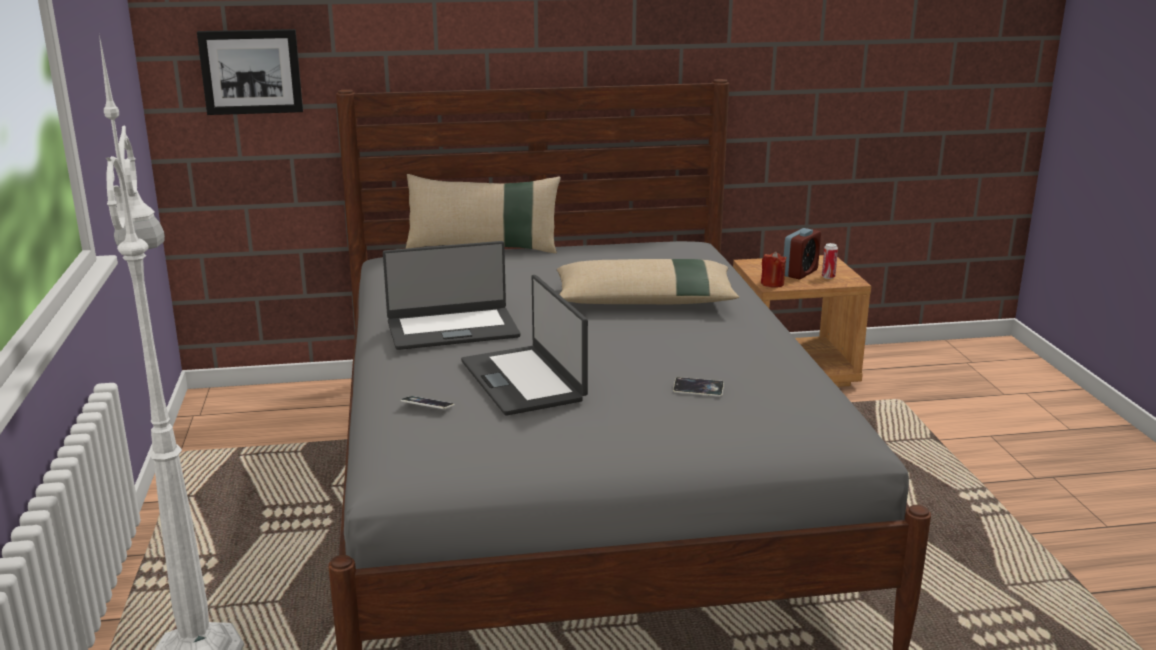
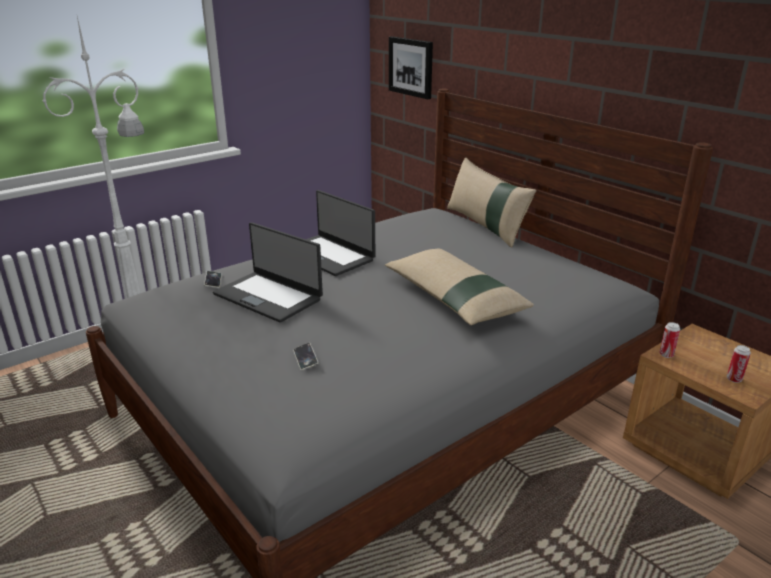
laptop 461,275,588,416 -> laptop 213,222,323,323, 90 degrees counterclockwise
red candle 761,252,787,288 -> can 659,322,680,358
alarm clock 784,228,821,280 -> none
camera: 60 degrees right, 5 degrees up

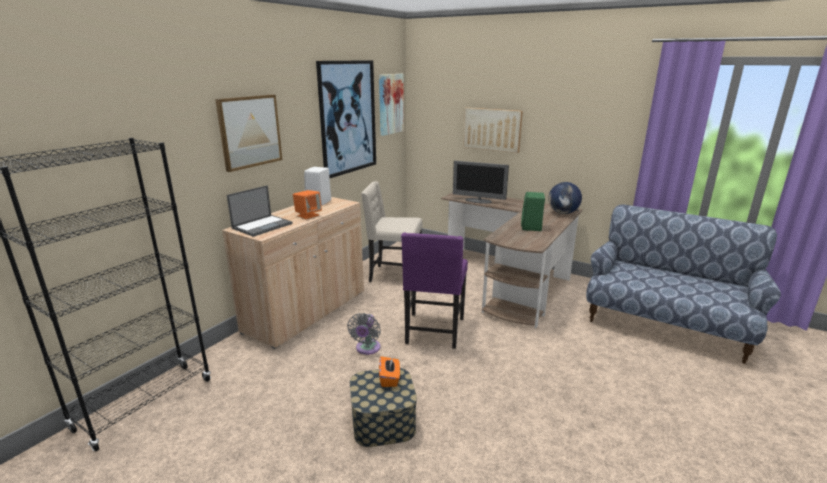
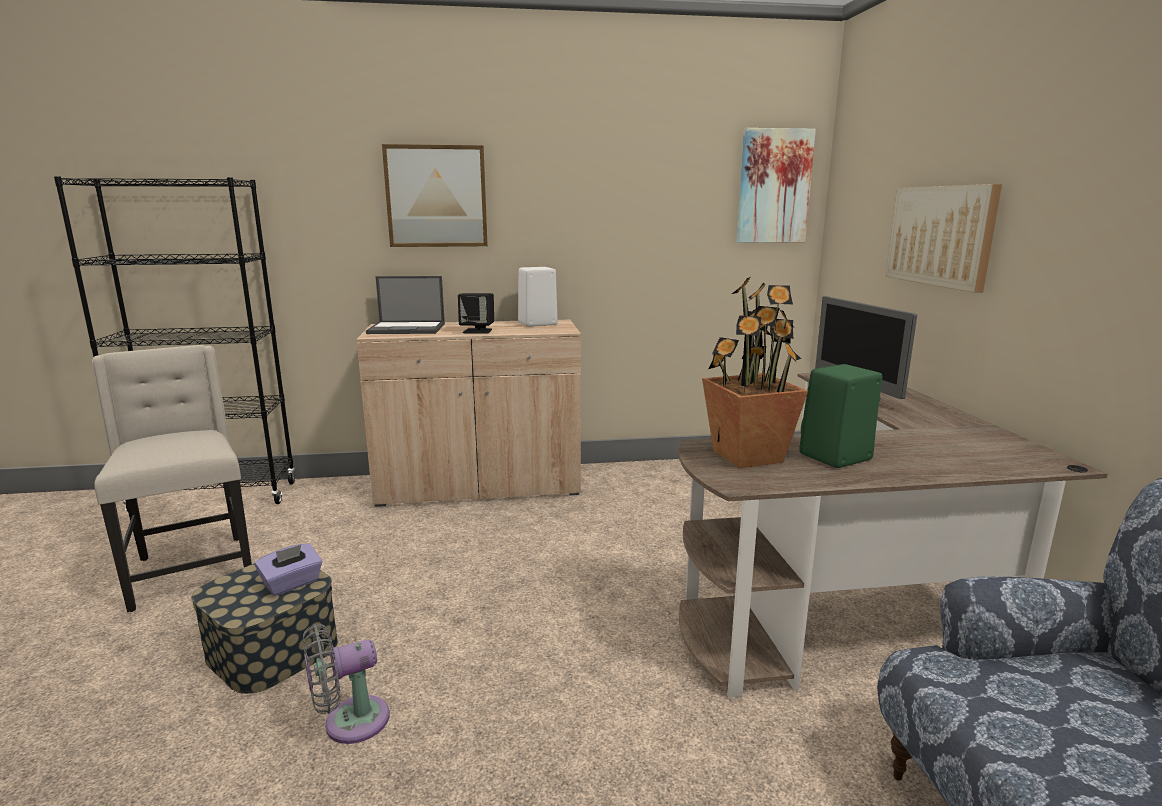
beige chair 361,181,423,282 -> beige chair 92,345,252,612, relocated
orange tissue box 379,356,400,387 -> purple tissue box 255,544,322,596
grey fan 347,313,381,355 -> grey fan 303,624,390,744, relocated
orange speaker 293,190,322,219 -> black speaker 458,293,494,334
none -> potted plant 702,277,808,468
picture 316,60,376,178 -> none
purple chair 401,232,468,349 -> none
globe 548,182,582,214 -> none
camera: 50 degrees right, 5 degrees down

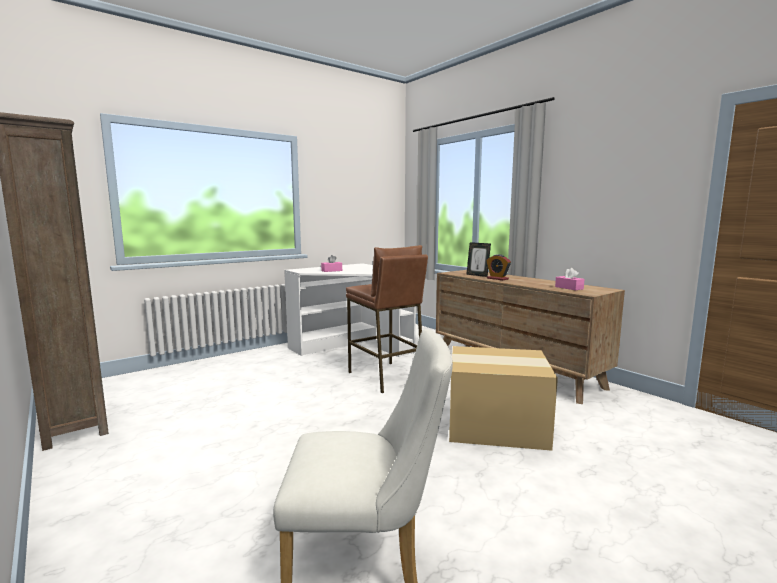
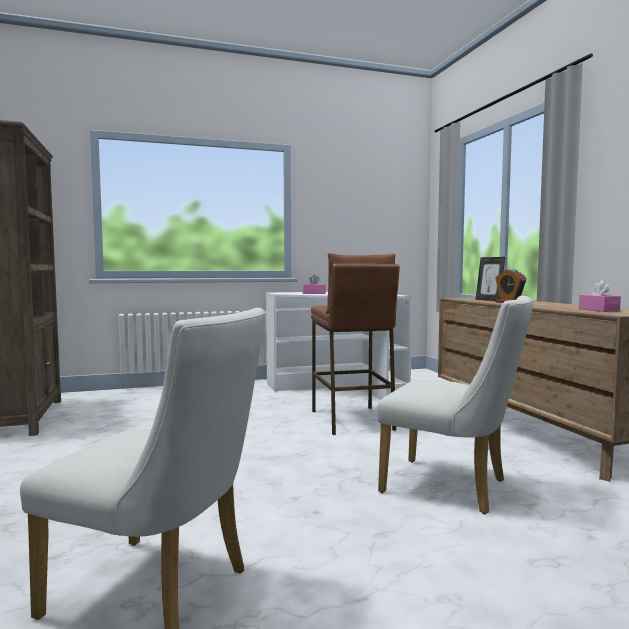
cardboard box 449,346,558,451 -> white chair 377,296,533,514
camera: 20 degrees right, 5 degrees down

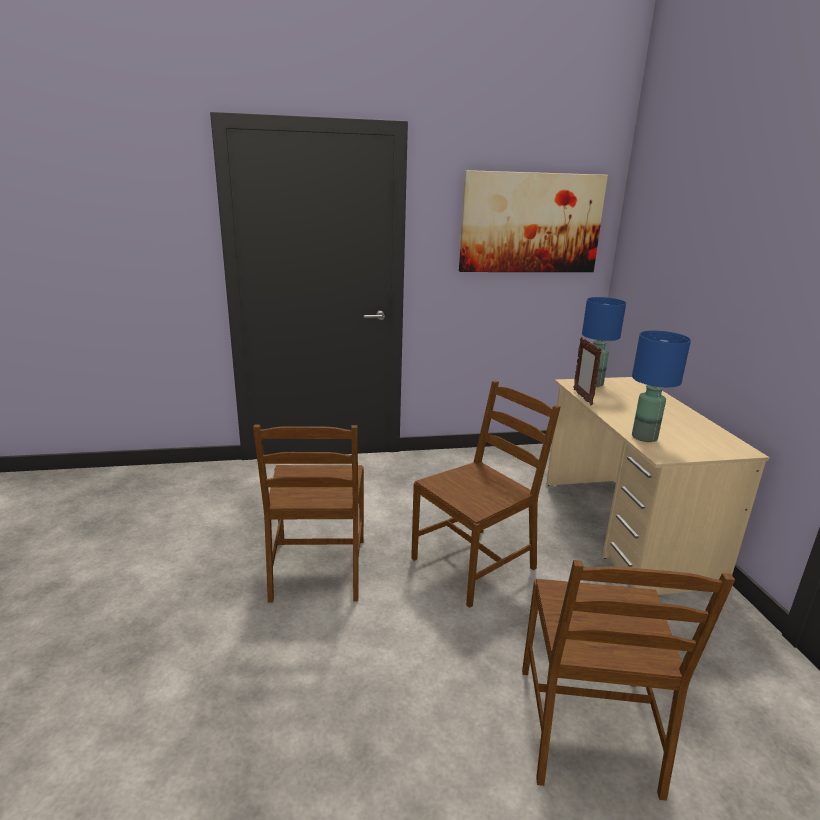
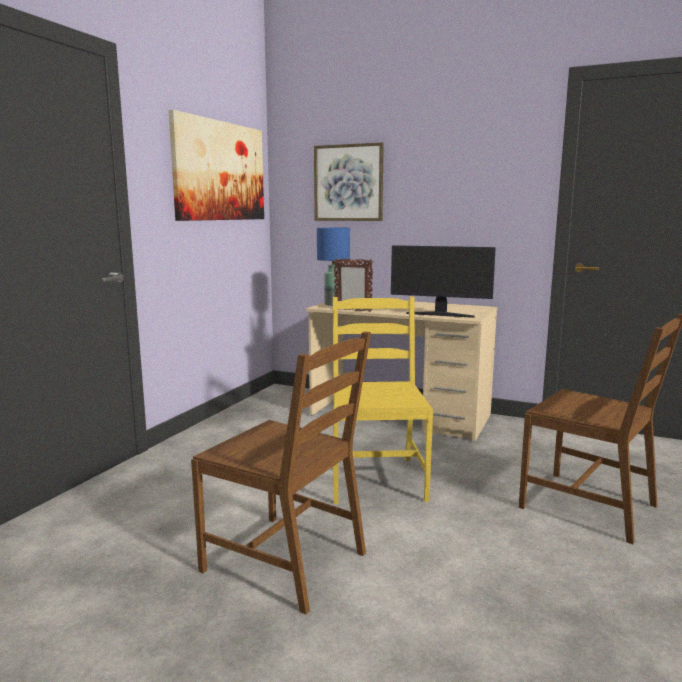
none -> picture 314,142,384,221
brown chair 411,380,561,608 -> yellow chair 333,297,433,504
blue table lamp 632,331,691,442 -> monitor 391,245,496,318
camera: 55 degrees left, 10 degrees down

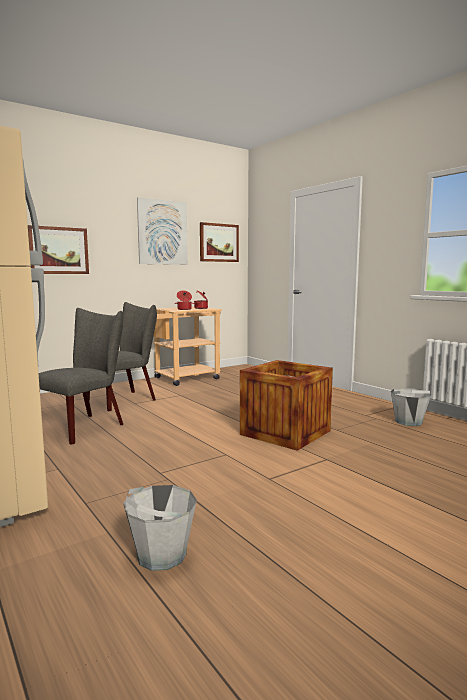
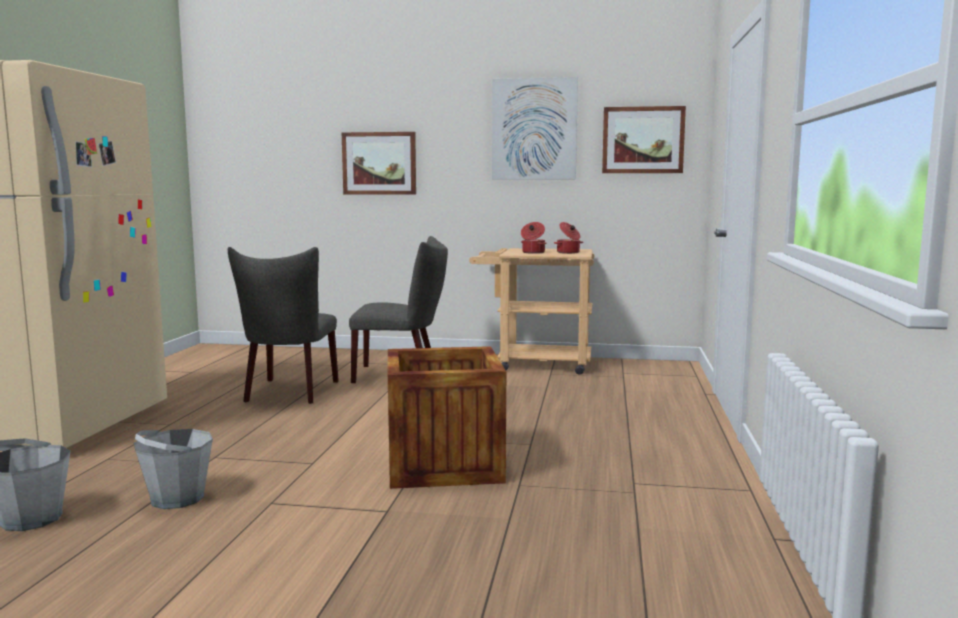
grey bucket 391,388,431,426 -> grey bucket 134,429,213,509, relocated
grey chair 39,308,123,445 -> grey chair 228,247,339,404, 105 degrees clockwise
camera: 45 degrees right, 0 degrees up

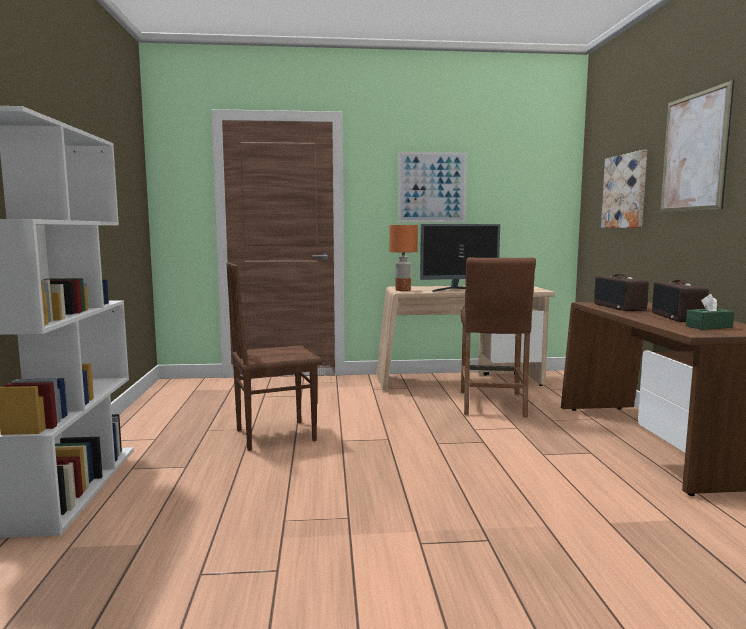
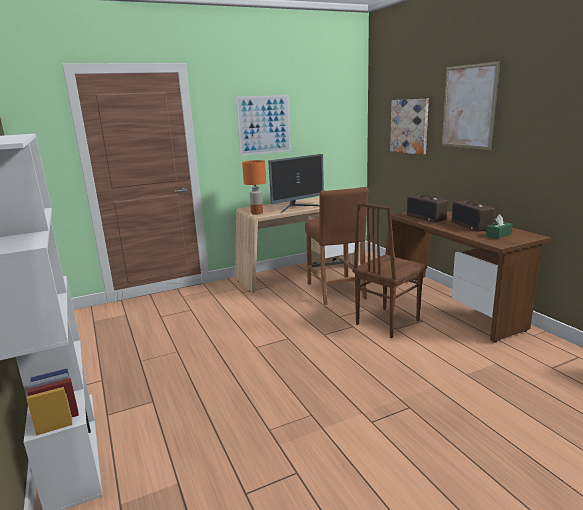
brown chair 226,262,322,451 -> brown chair 352,203,427,338, relocated
camera: 20 degrees left, 10 degrees up

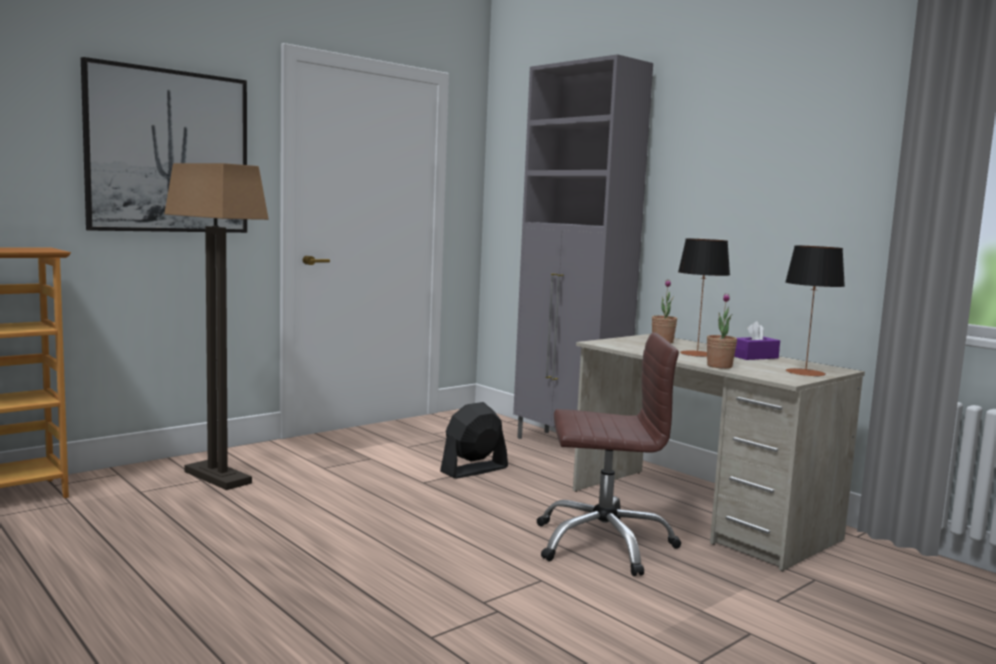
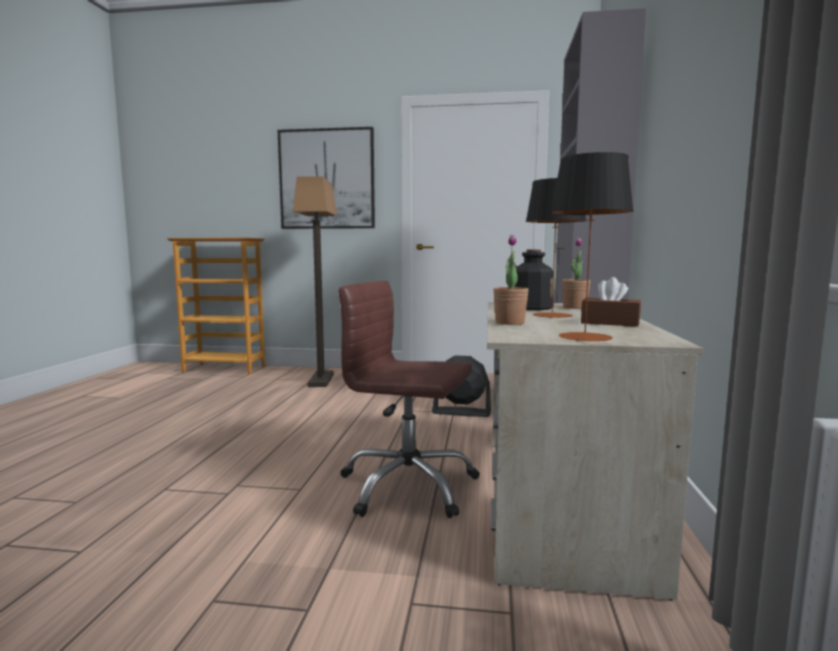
brown office chair 537,333,681,576 -> brown office chair 338,281,480,518, 150 degrees clockwise
none -> bottle 514,250,554,310
purple tissue box 734,321,780,360 -> brown tissue box 581,277,641,327
camera: 50 degrees right, 0 degrees up

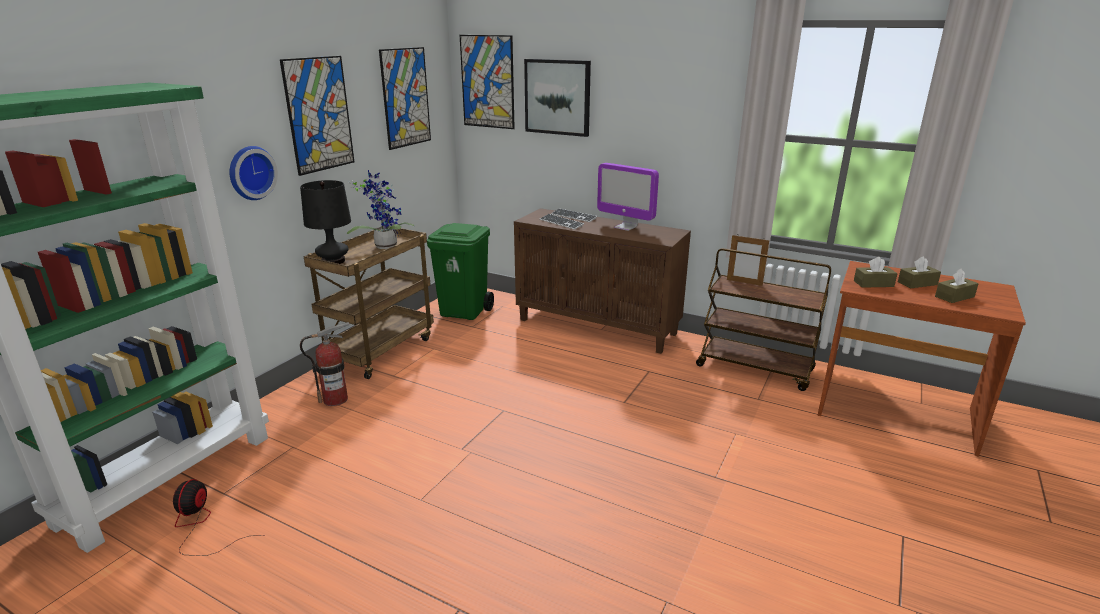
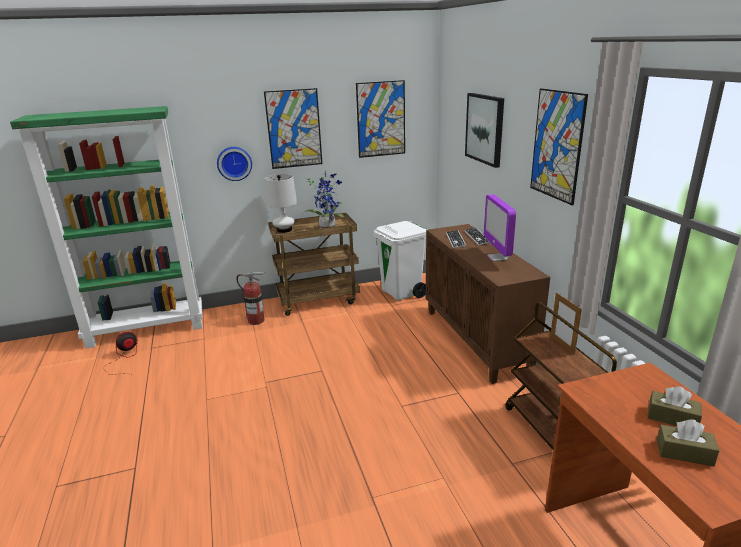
black table lamp 300,180,351,264 -> white table lamp 264,174,297,233
green trash can 427,223,494,320 -> white trash can 373,221,429,301
picture 460,35,515,129 -> picture 530,88,588,205, relocated
brown tissue box 854,257,897,288 -> none
camera: 45 degrees right, 0 degrees up

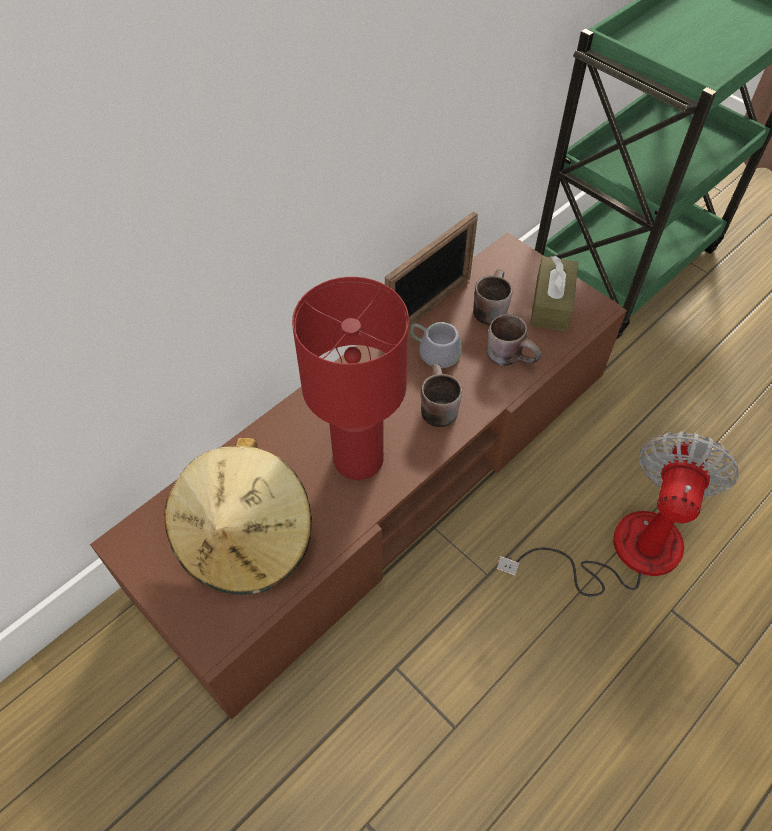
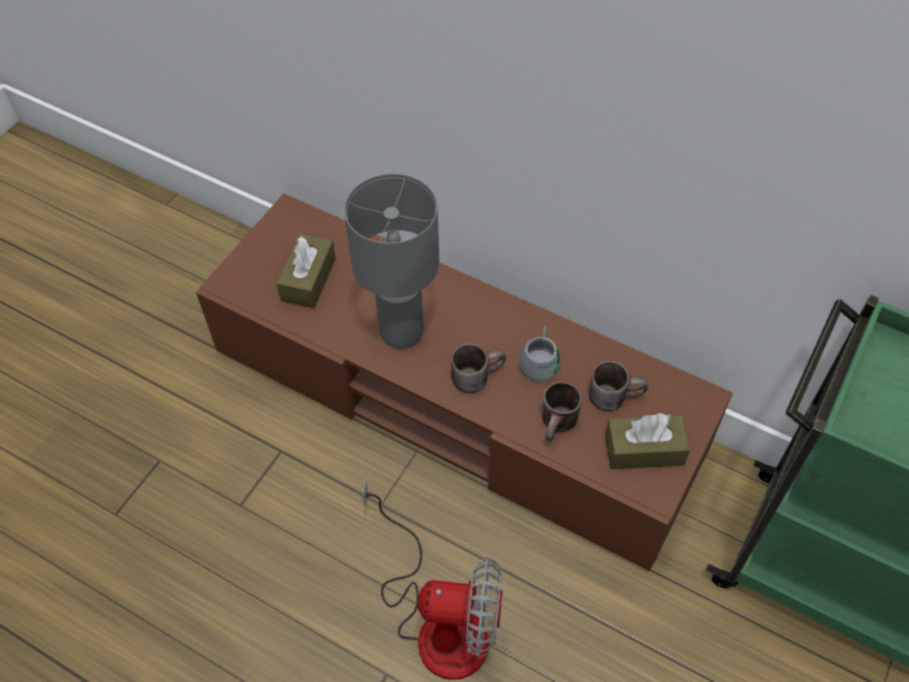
beige hat 164,438,312,595 -> brown tissue box 277,234,336,308
red table lamp 292,277,409,480 -> grey table lamp 344,173,439,349
picture frame 385,211,478,327 -> none
camera: 75 degrees right, 0 degrees up

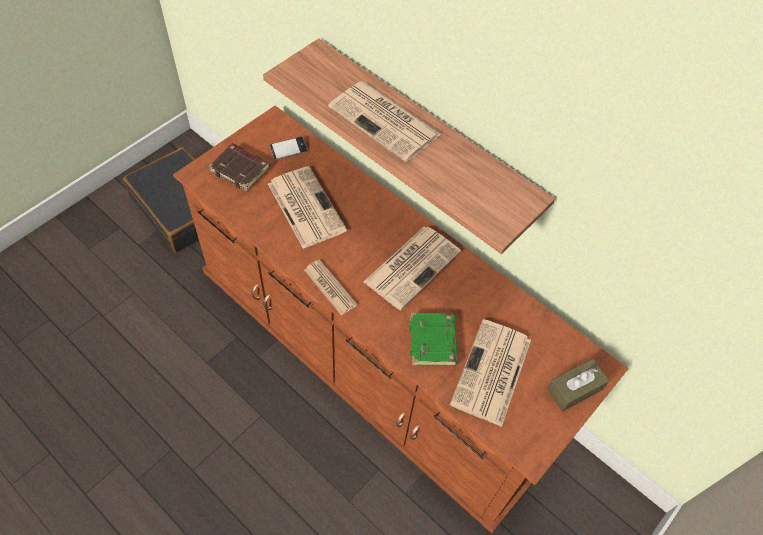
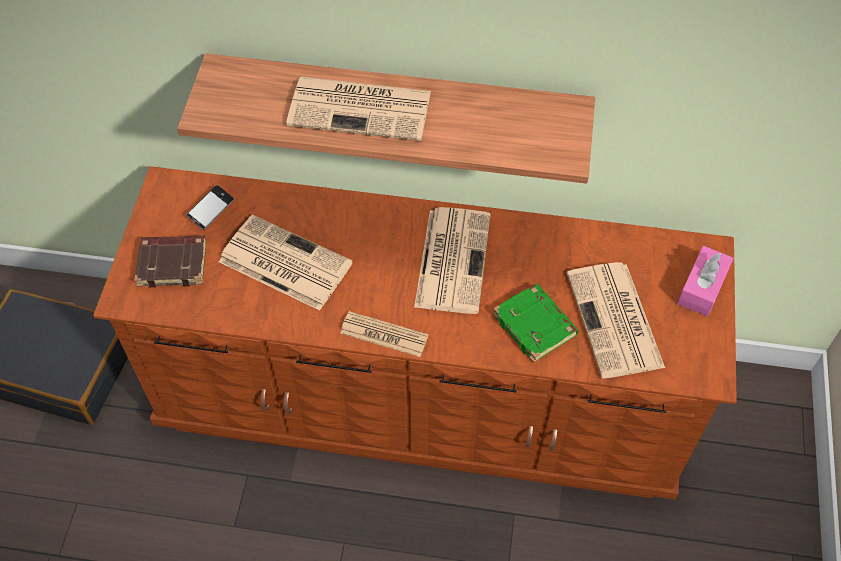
brown tissue box 547,359,610,411 -> pink tissue box 677,246,734,317
camera: 30 degrees left, 0 degrees up

